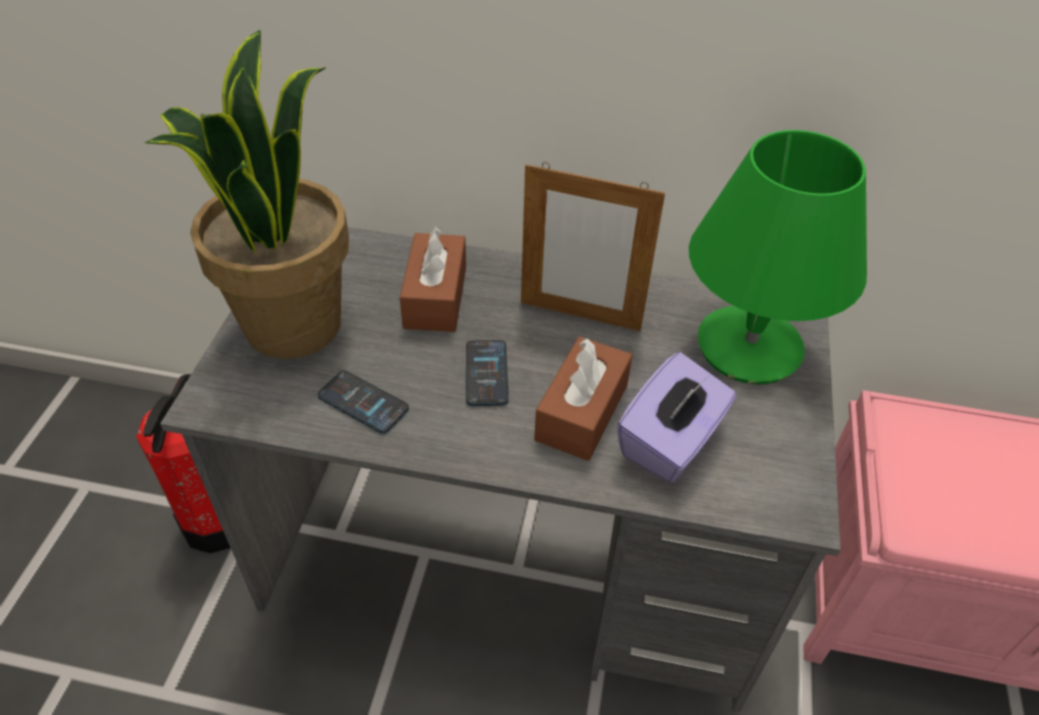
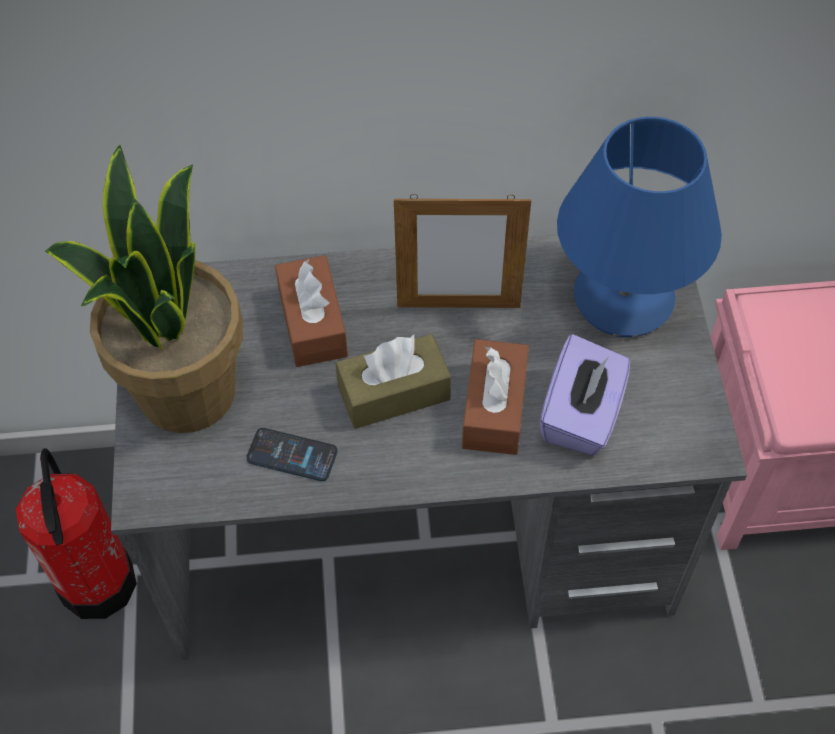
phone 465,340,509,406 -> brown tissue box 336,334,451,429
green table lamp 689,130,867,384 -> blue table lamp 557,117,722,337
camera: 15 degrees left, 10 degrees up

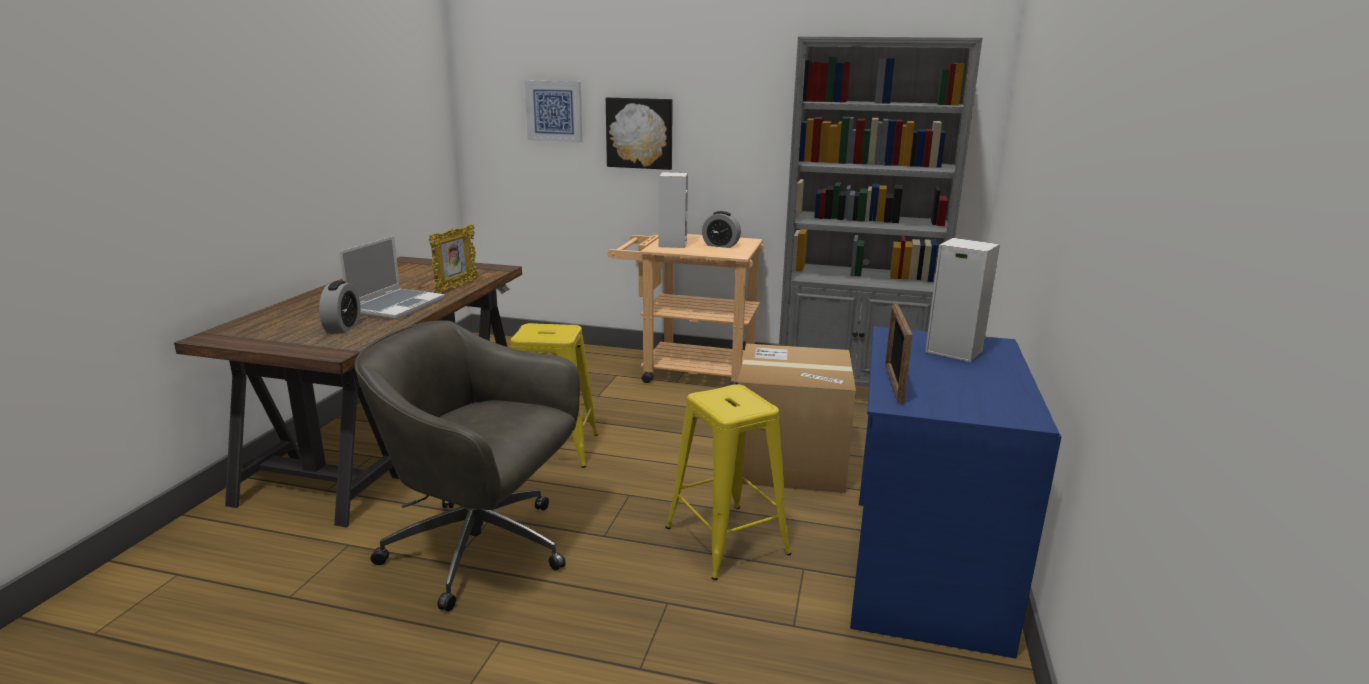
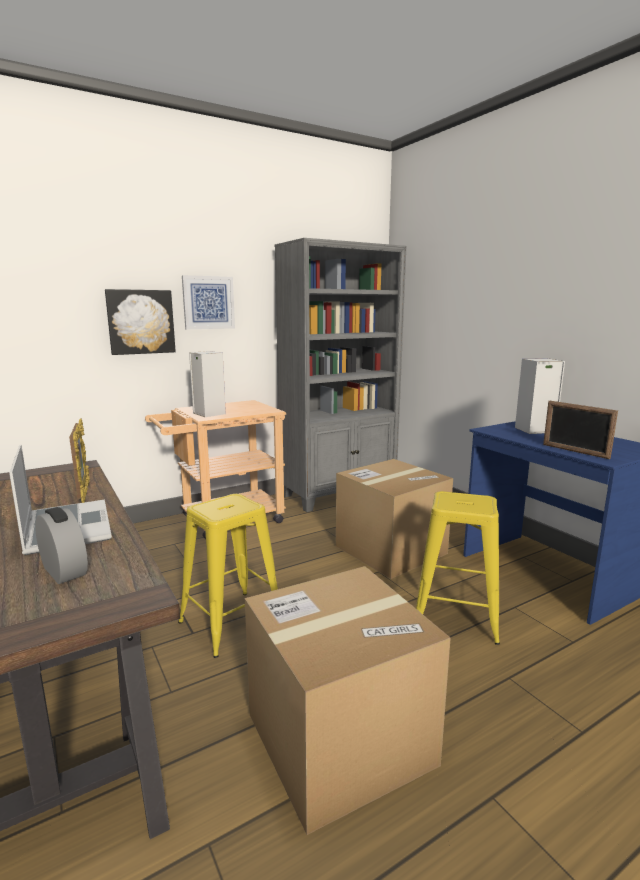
picture 525,80,582,143 -> picture 182,275,235,329, relocated
grey office chair 354,320,580,612 -> cardboard box 245,566,451,835
alarm clock 702,211,741,248 -> none
camera: 45 degrees left, 5 degrees down

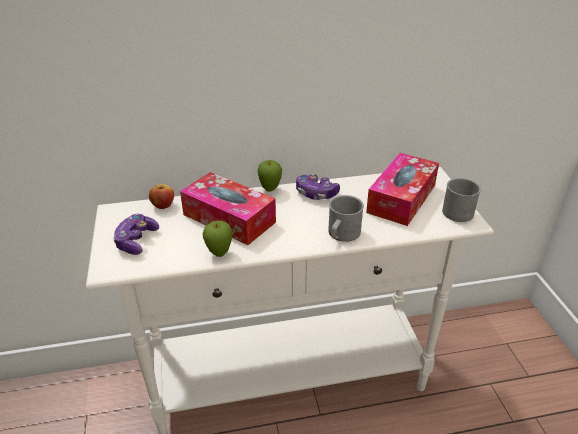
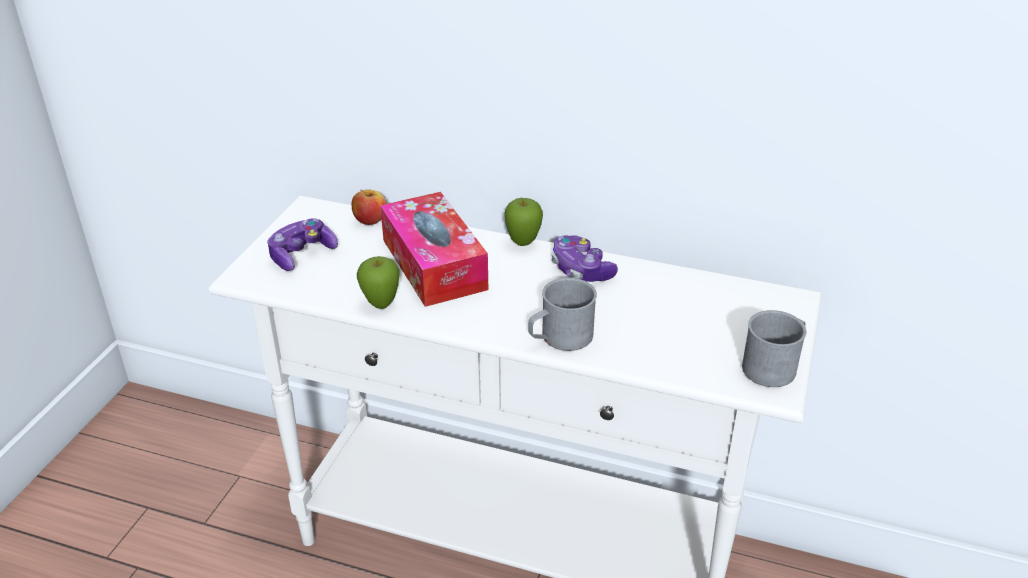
tissue box 366,153,439,226 -> none
camera: 30 degrees right, 0 degrees up

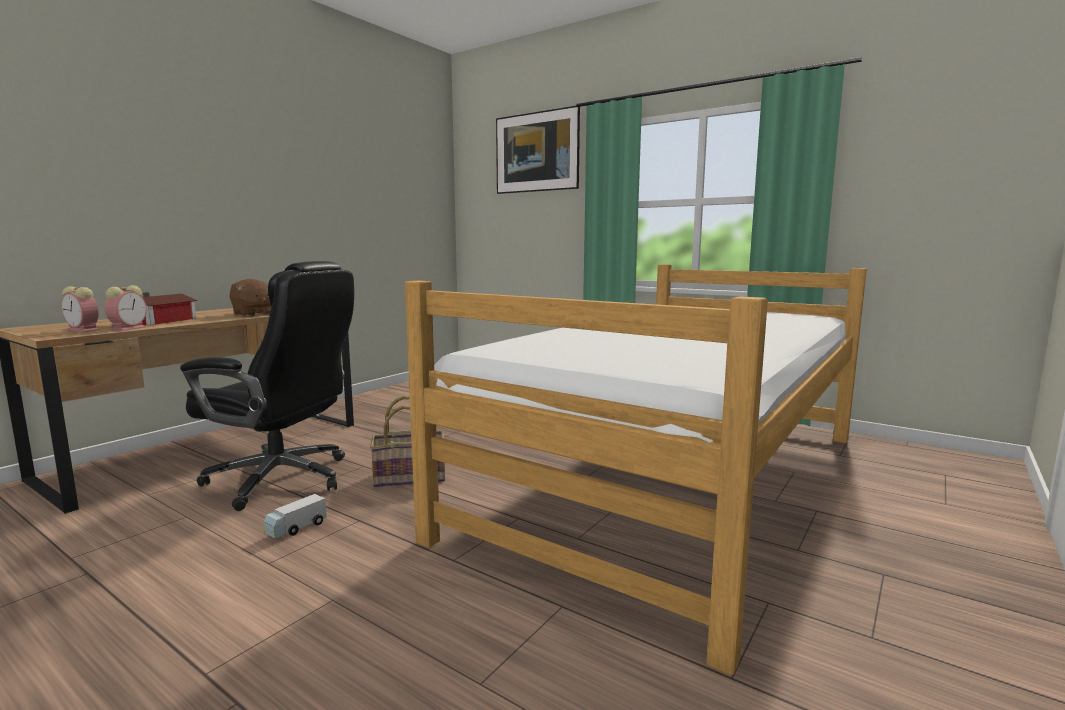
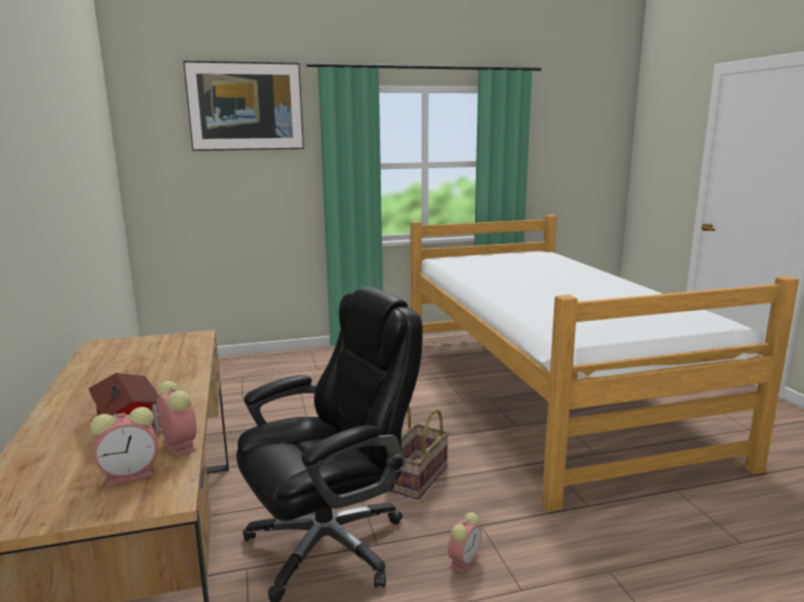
toy truck 264,494,327,539 -> alarm clock 448,512,482,574
brown plush toy 229,279,271,317 -> none
camera: 50 degrees left, 5 degrees up

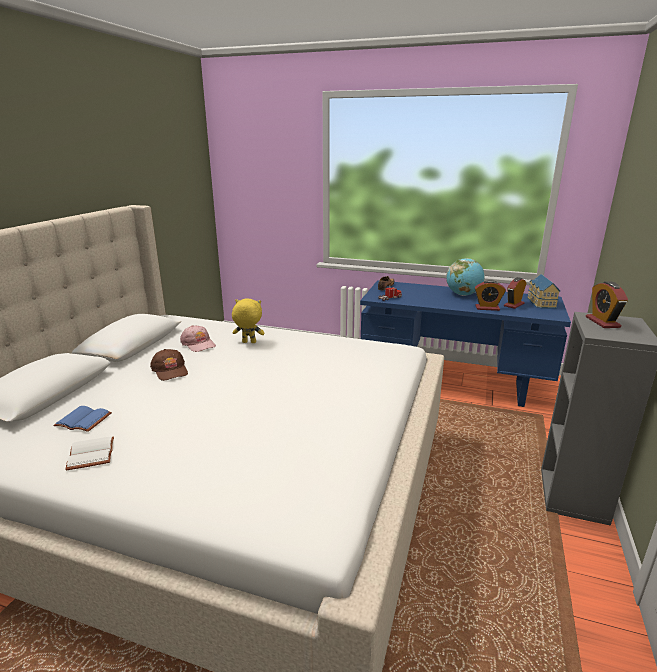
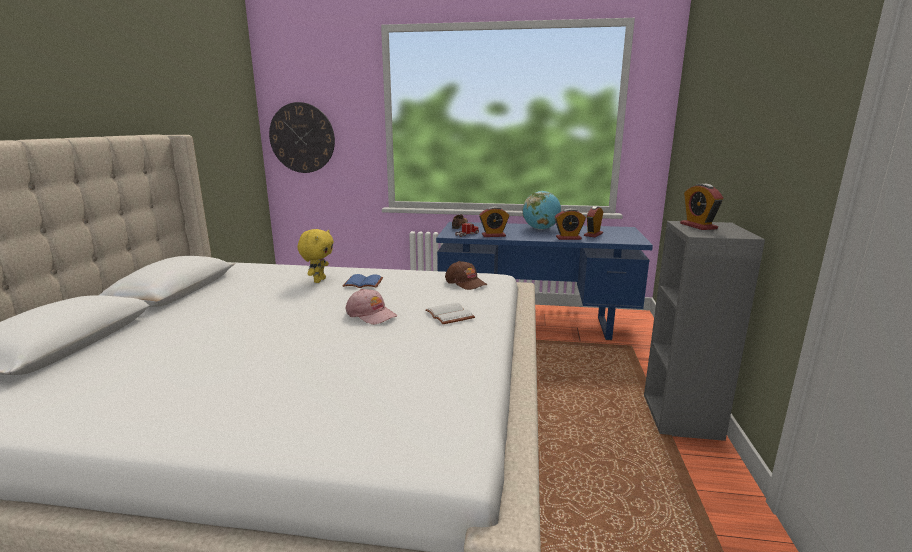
none -> wall clock 269,102,335,173
yellow plush toy 232,299,264,343 -> yellow plush toy 298,229,334,283, 105 degrees clockwise
blue book 53,406,112,432 -> blue book 343,274,383,288, relocated
pink cap 180,325,216,352 -> pink cap 346,289,397,324, relocated
white book 65,436,114,470 -> white book 425,303,475,324, relocated
brown cap 150,349,188,381 -> brown cap 445,261,487,290, relocated
none -> alarm clock 479,207,509,237
toy house 527,274,560,309 -> none
camera: 10 degrees left, 5 degrees down

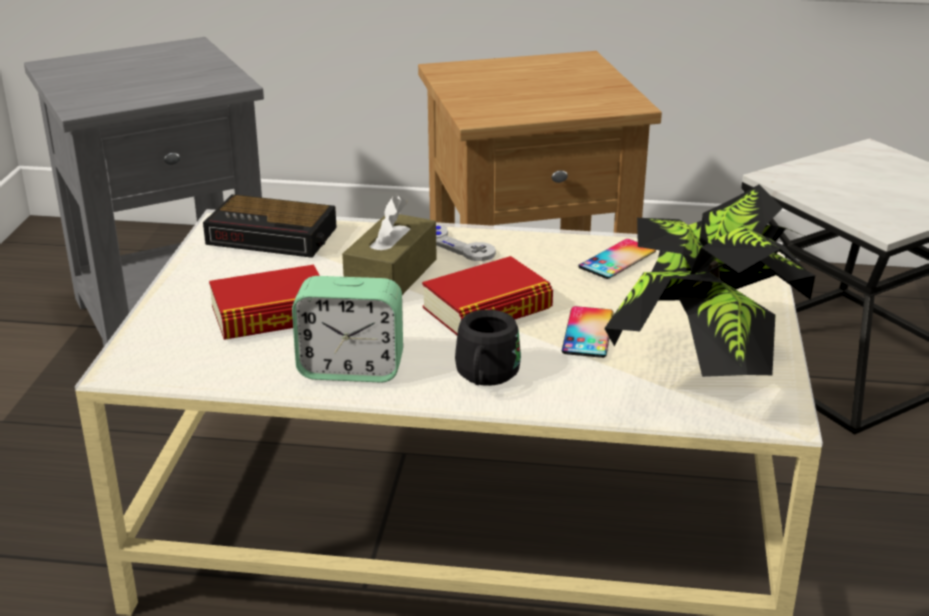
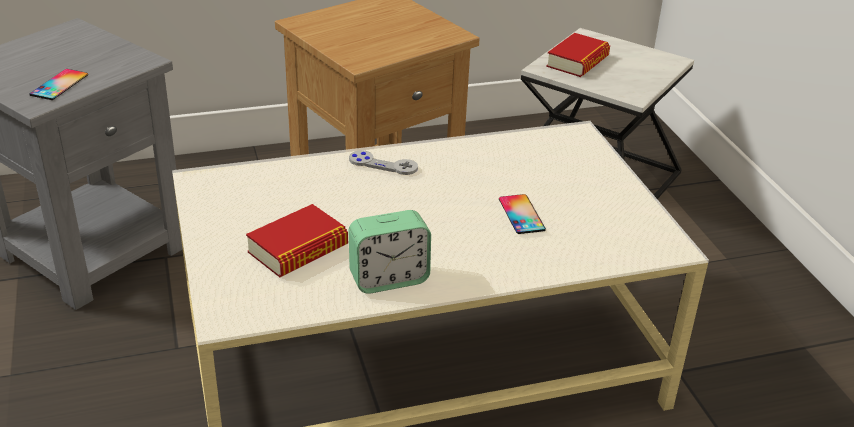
phone 578,239,656,279 -> phone 29,69,88,100, relocated
book 422,256,553,335 -> book 546,33,610,77, relocated
alarm clock 203,194,337,258 -> none
brown tissue box 342,196,436,295 -> none
black mug 455,310,521,386 -> none
potted plant 604,184,815,377 -> none
camera: 25 degrees left, 5 degrees up

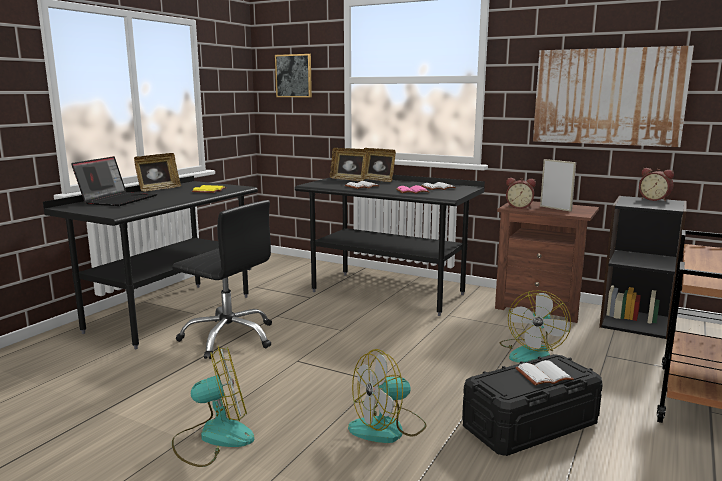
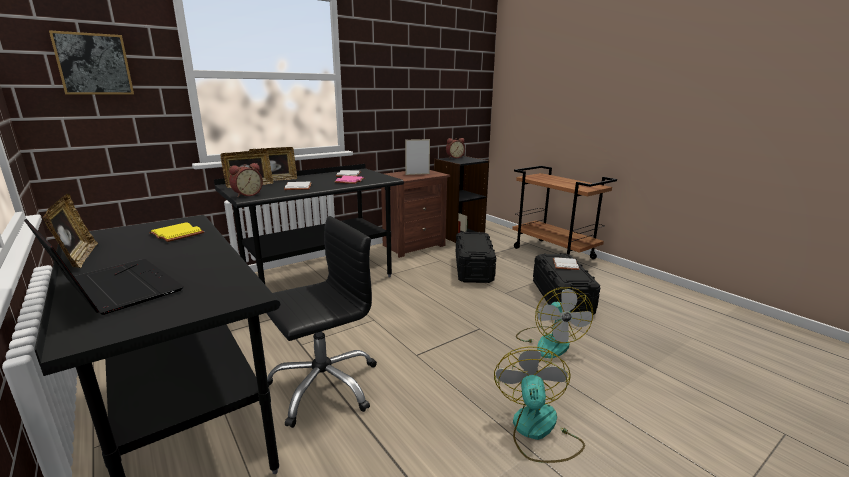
alarm clock 506,178,536,209 -> alarm clock 229,163,263,197, relocated
fan 500,290,571,363 -> black storage box 456,232,496,283
picture 533,46,694,147 -> none
camera: 65 degrees left, 5 degrees up

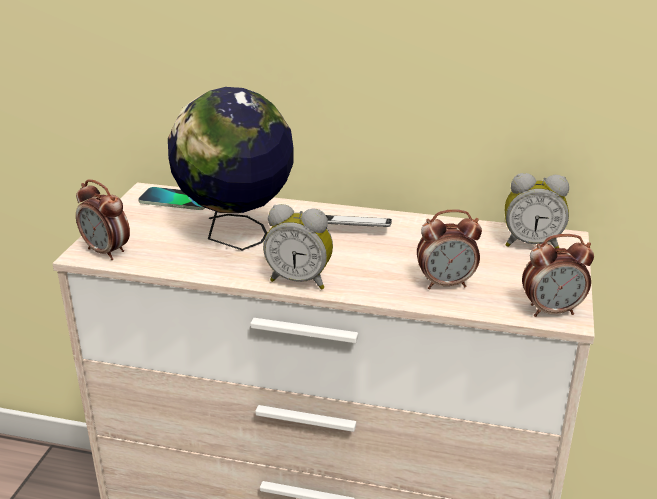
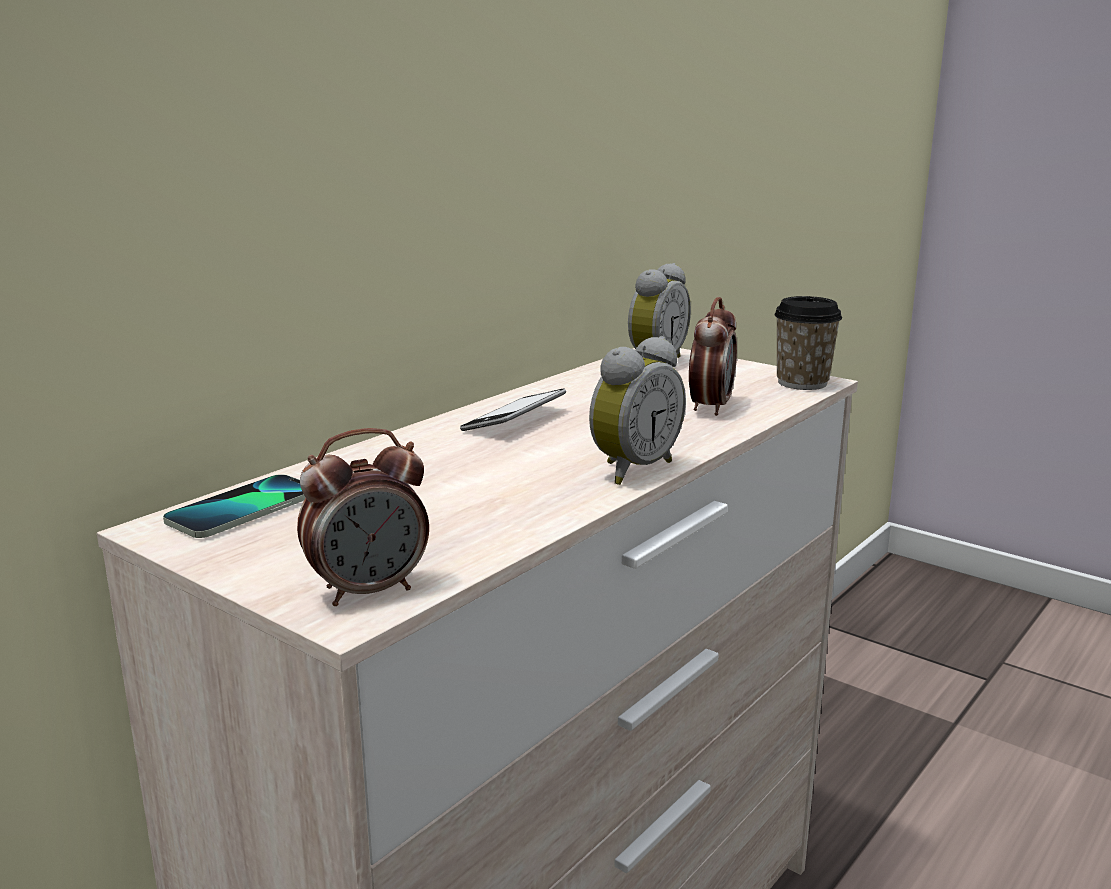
alarm clock 522,234,594,317 -> cup 774,296,842,390
globe 168,87,293,251 -> none
camera: 65 degrees left, 10 degrees down

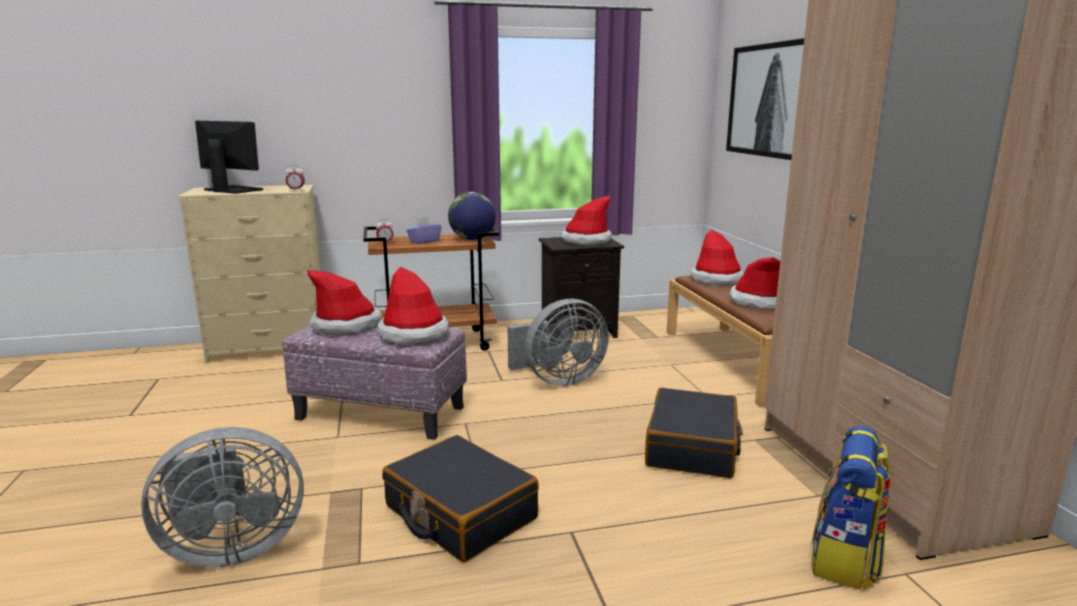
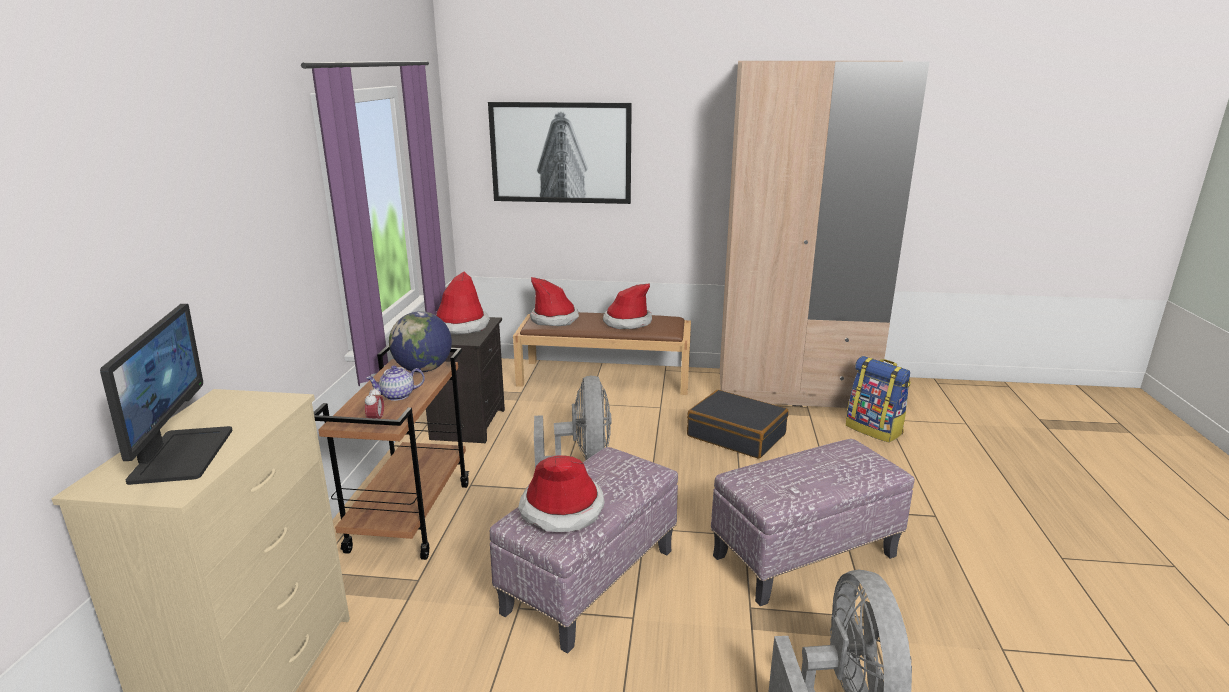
monitor 195,121,263,194 -> monitor 100,304,233,485, 120 degrees clockwise
purple tissue box 406,217,442,244 -> teapot 366,365,425,401
black suitcase 382,435,539,562 -> ottoman 711,439,915,606
alarm clock 285,165,305,191 -> none
hat 378,266,449,345 -> none
camera: 70 degrees left, 5 degrees up

